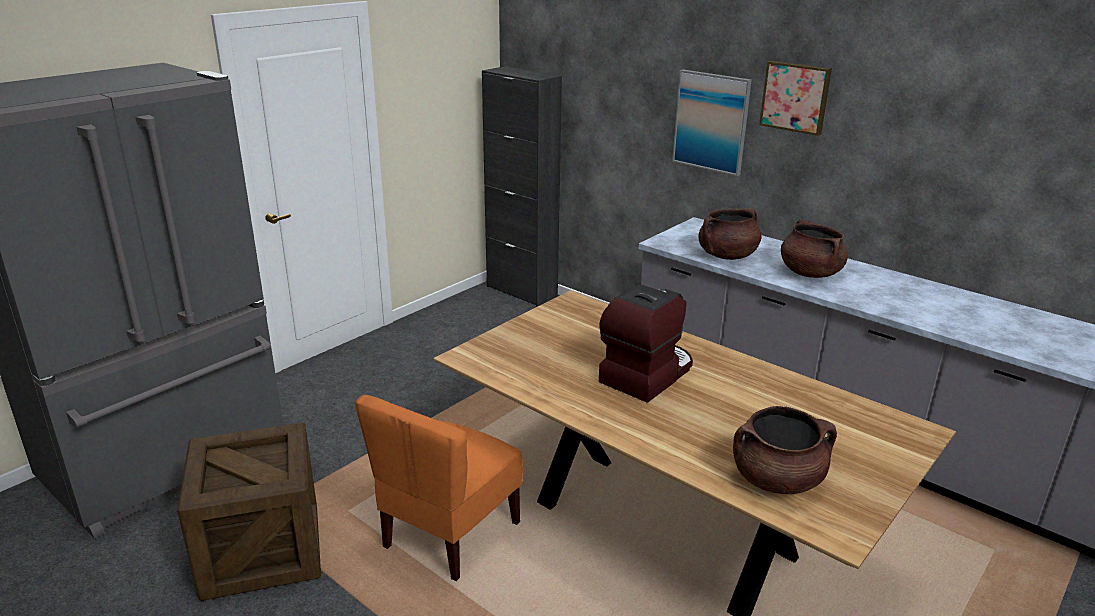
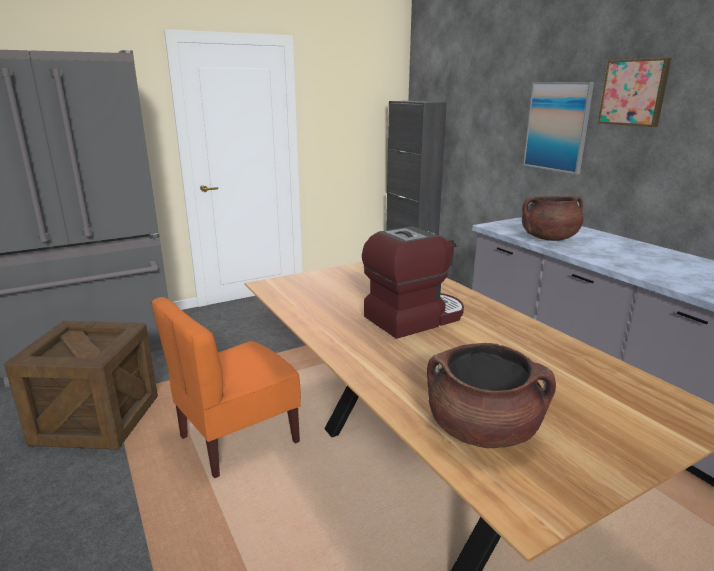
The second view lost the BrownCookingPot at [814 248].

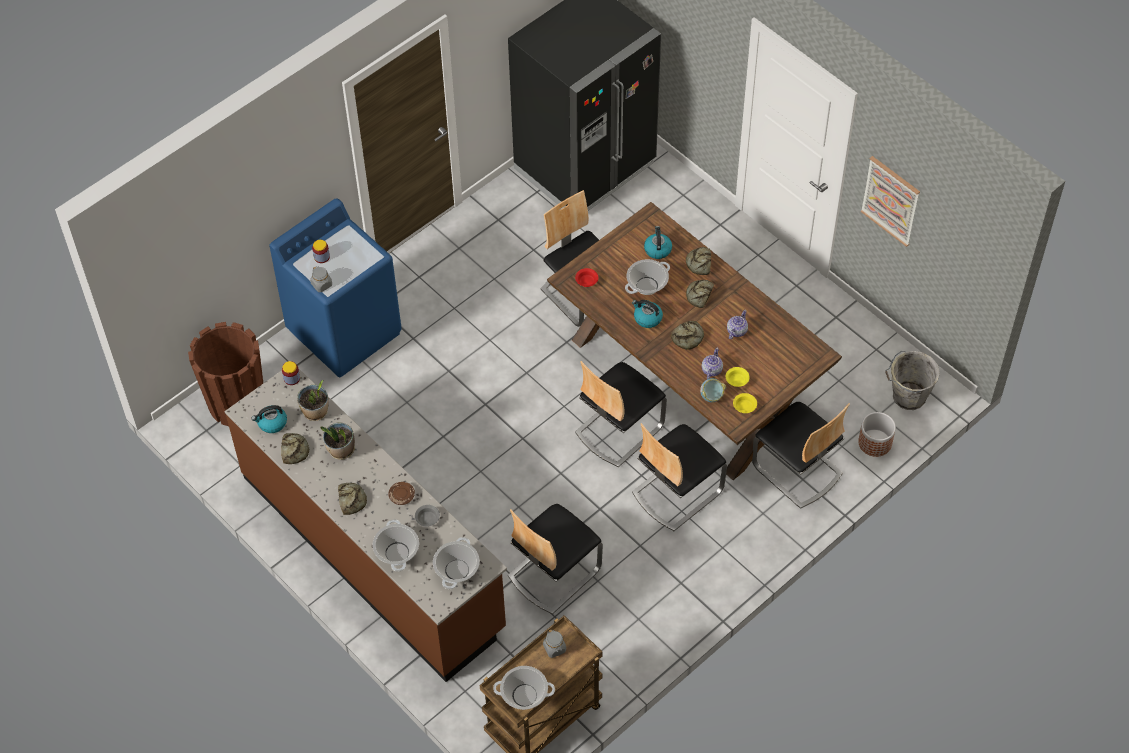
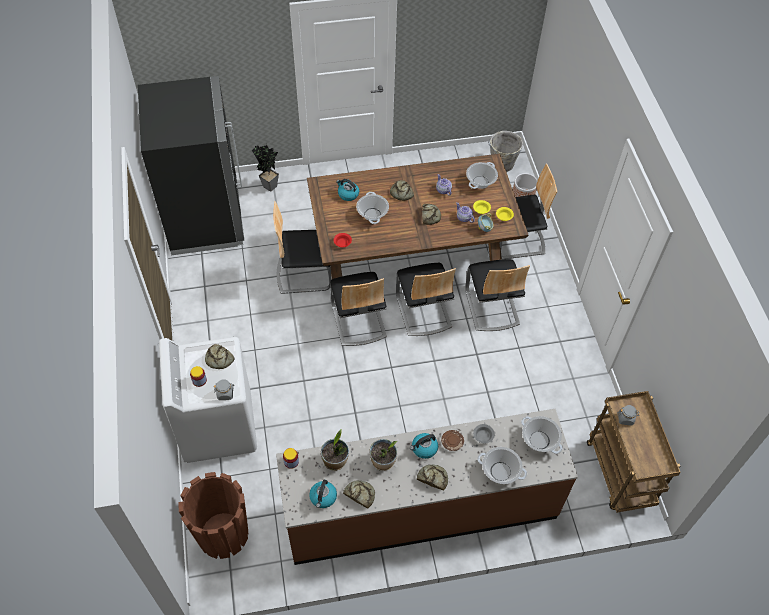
What was the BlueWashingMachine at [336 287] turned into the WhiteWashingMachine at [208 400]. The Bread ended up elsewhere, having gone from [698 261] to [220 356]. The second view gained the PottedPlant at [265 168]. The Chair ended up elsewhere, having gone from [555 559] to [358 309]. The Kettle ended up elsewhere, having gone from [647 314] to [424 446]. The CookingPot ended up elsewhere, having gone from [524 688] to [482 175]. The second view lost the Picture at [890 201].

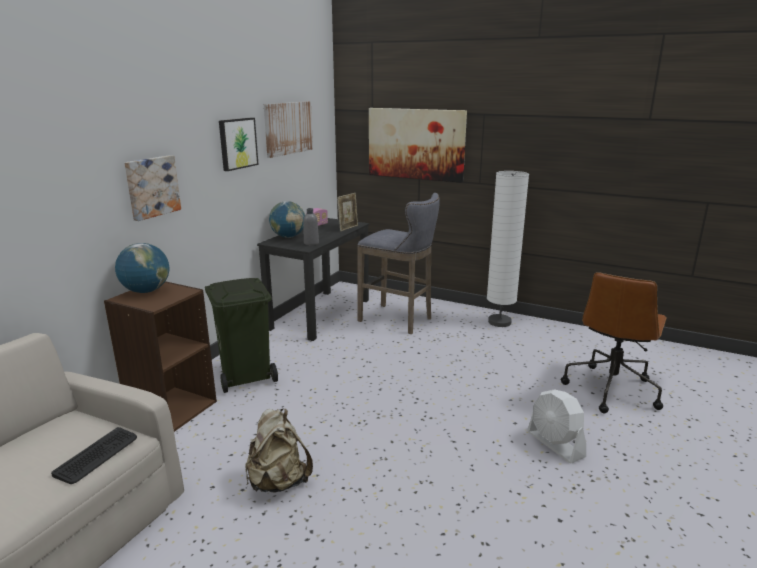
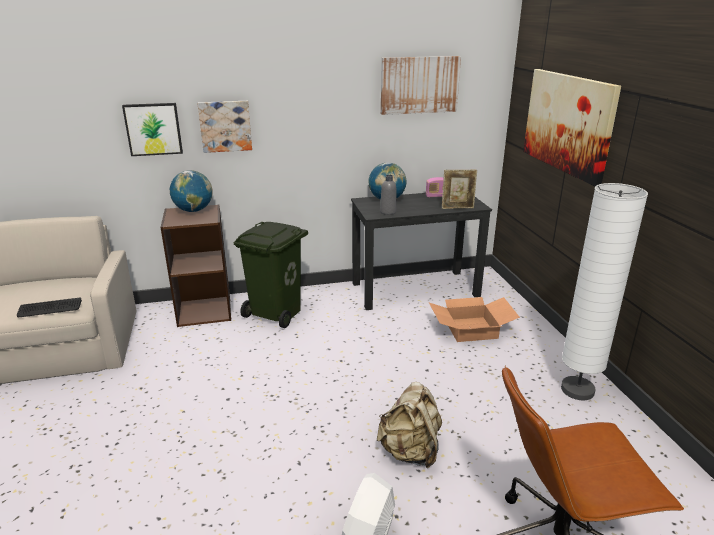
The Picture ended up elsewhere, having gone from [239 144] to [152 129]. The BeigeBackpack ended up elsewhere, having gone from [279 450] to [409 425]. Where the GreyStool stood at [398 263], the CardboardBox came to stand at [474 319].

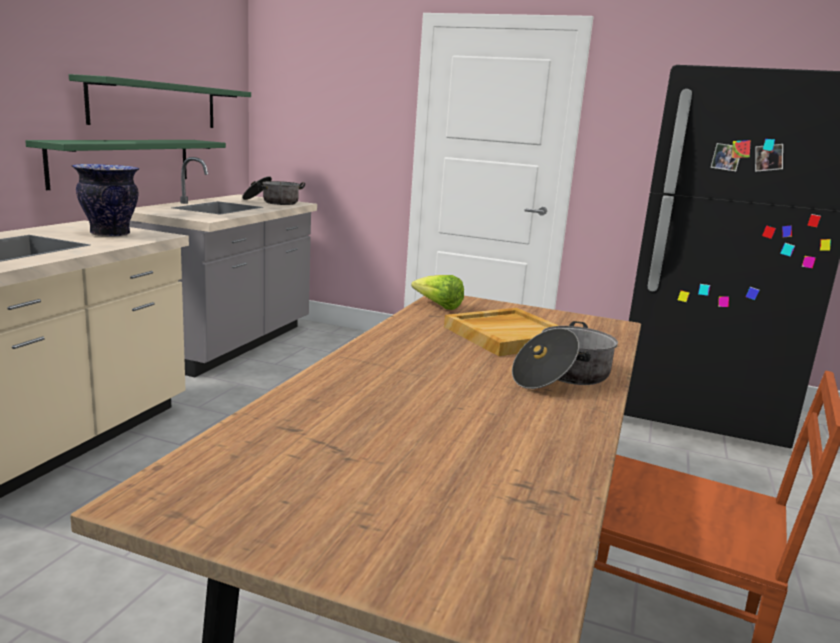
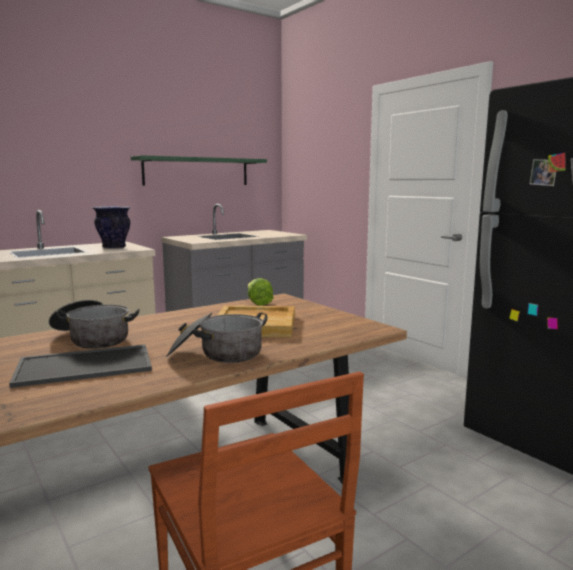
The second view gained the Tray at [80 366]. The CookingPot ended up elsewhere, having gone from [273 190] to [94 324]. The second view lost the GreenShelf at [125 165].

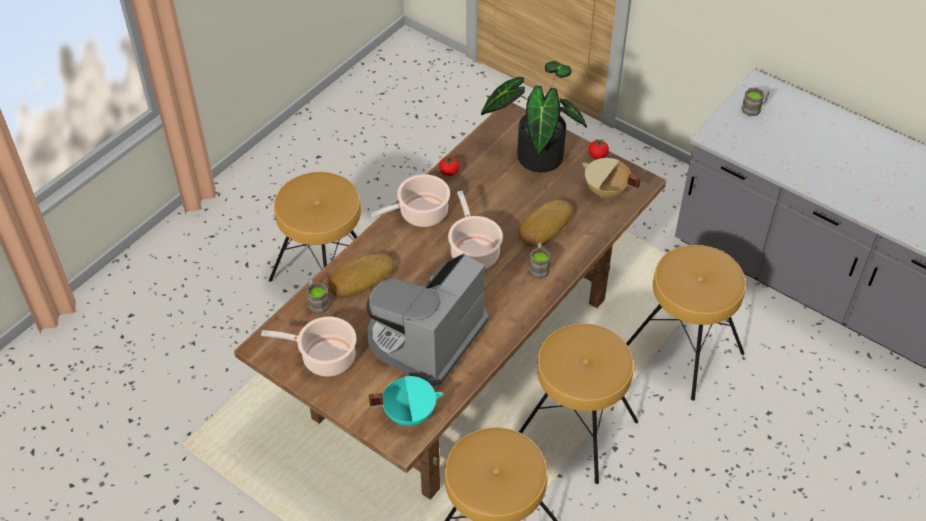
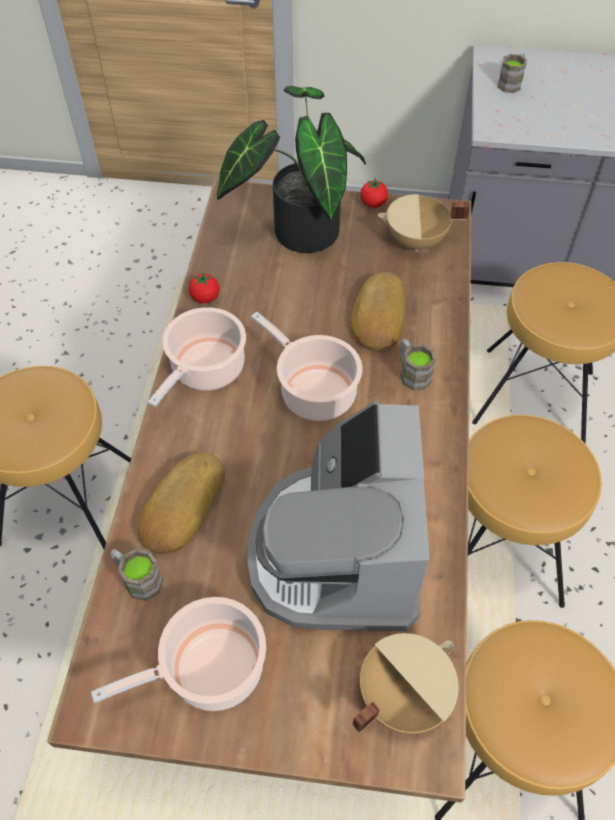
What was the TurquoiseCookingPot at [406 401] turned into the BeigeCookingPot at [405 683].

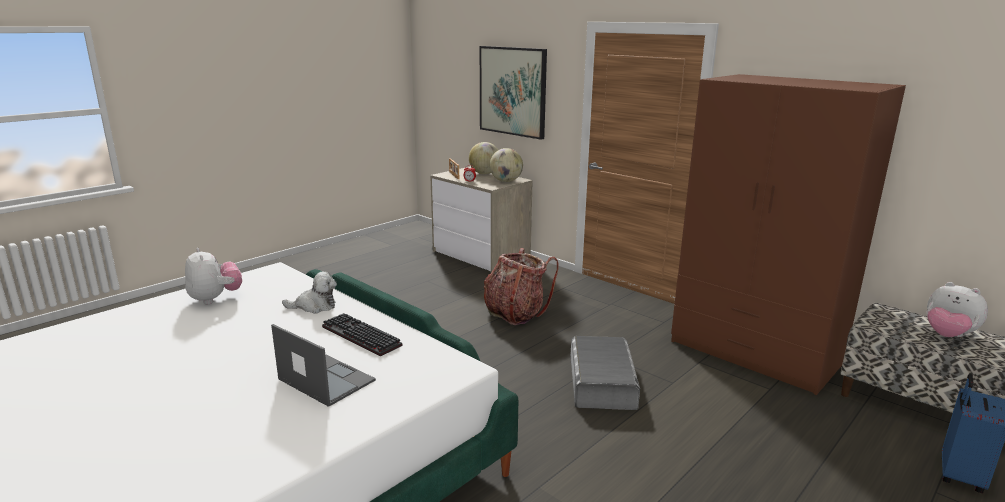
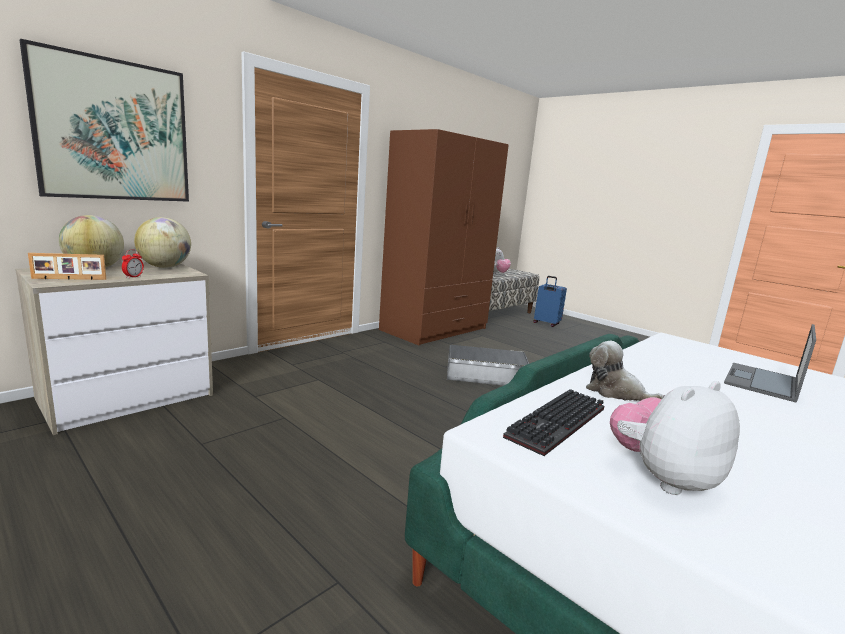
The Keyboard ended up elsewhere, having gone from [362 334] to [553 422]. The PlushToy at [309 292] ended up facing another way, 45 degrees counterclockwise from before. The second view lost the Backpack at [521 286].

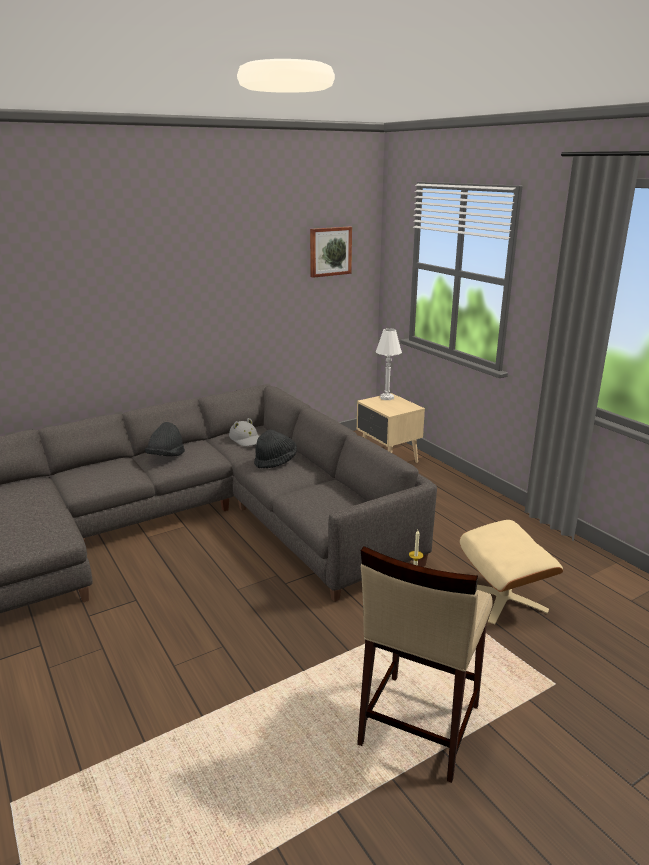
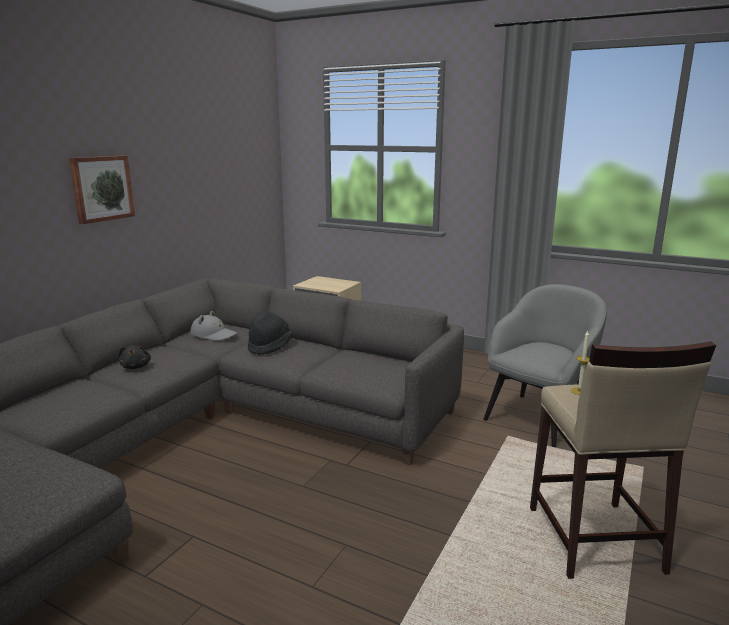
The Picture ended up elsewhere, having gone from [331 252] to [102 189]. Where the BlackHat stood at [165 439], the BlackPlushToy came to stand at [135 357]. Where the BeigeOttoman stood at [511 572], the GreyArmchair came to stand at [545 366]. The second view lost the WhiteTableLamp at [389 364].

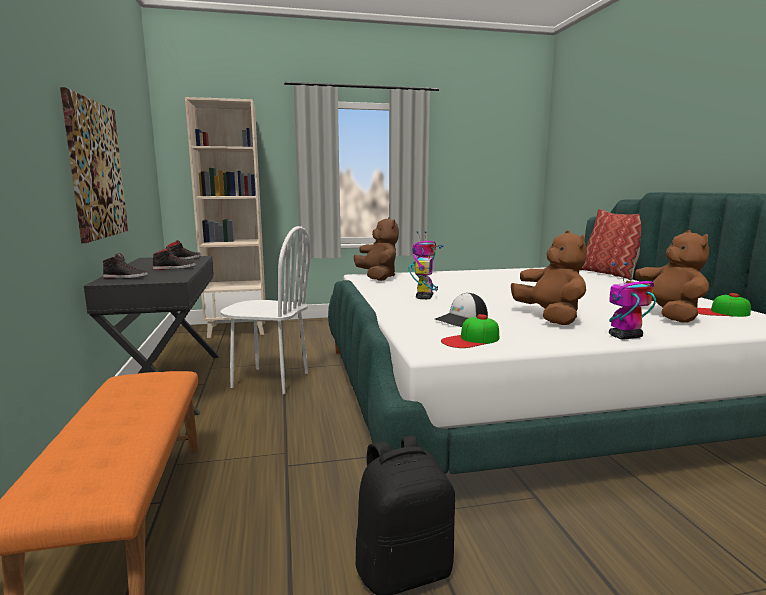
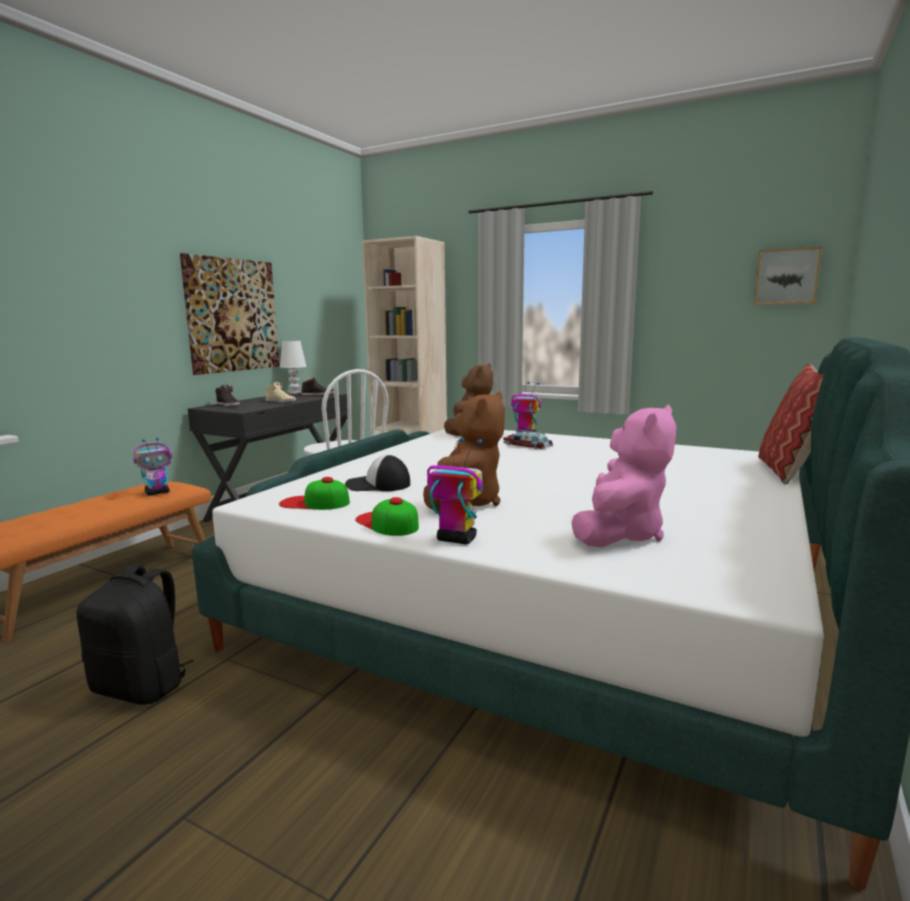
The ToyRobot ended up elsewhere, having gone from [425 272] to [153 466]. What was the BlackShoe at [174 258] turned into the BeigeShoe at [281 392]. The second view gained the WhiteTableLamp at [293 367]. The Cap ended up elsewhere, having gone from [724 305] to [387 516]. The second view gained the ToyCar at [528 439]. What was the BrownPlushToy at [667 276] turned into the PinkPlushToy at [623 476]. The second view gained the Picture at [788 275].

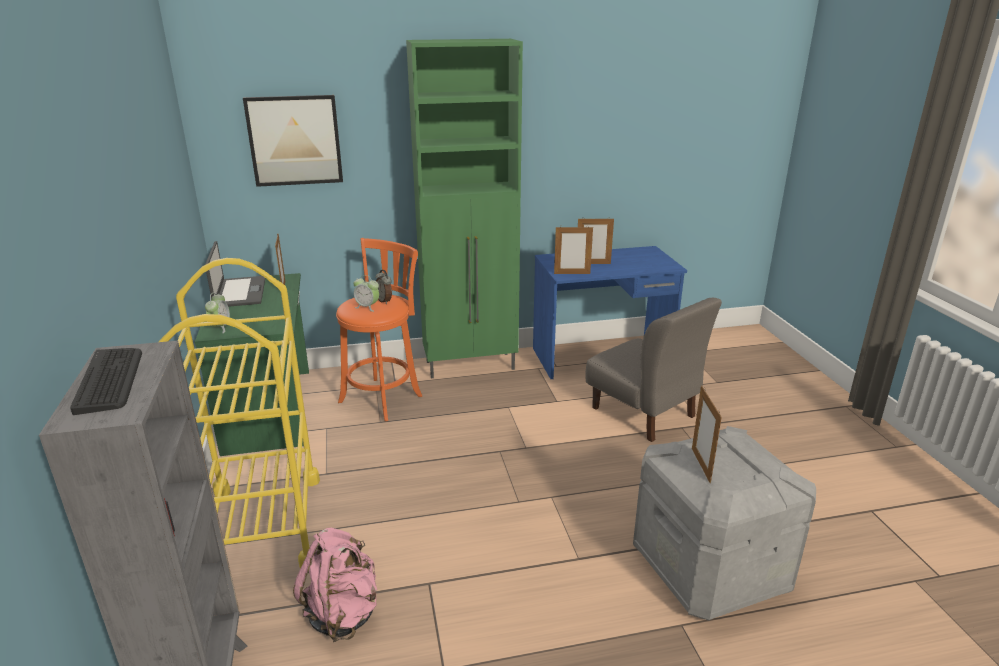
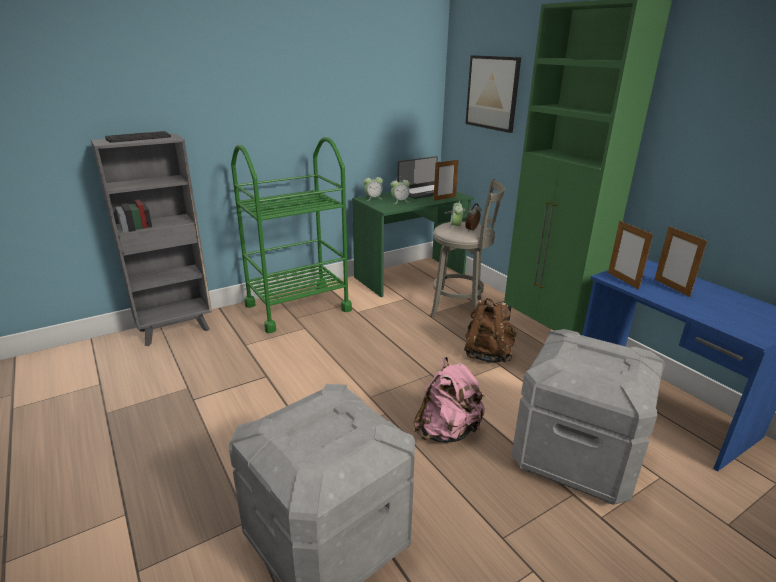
What was the YellowCart at [239 413] turned into the GreenCart at [291 235]. The second view gained the AlarmClock at [400 190]. The PinkBackpack ended up elsewhere, having gone from [335 585] to [449 400]. What was the OrangeStool at [379 329] turned into the GreyStool at [467 247]. The second view gained the BrownBackpack at [490 330]. Where the GreyChair stood at [653 370], the GreyStorageBox came to stand at [588 417]. The second view lost the PictureFrame at [707 434].

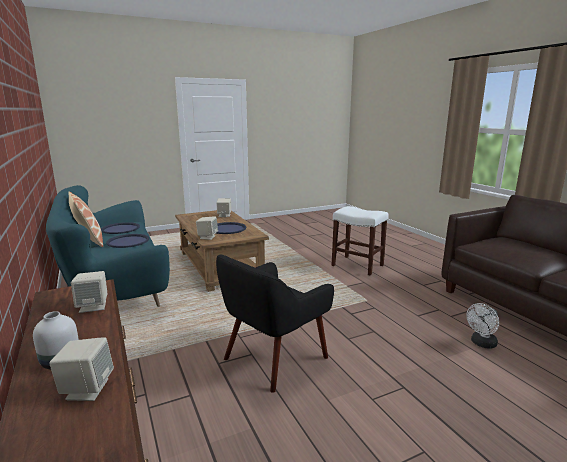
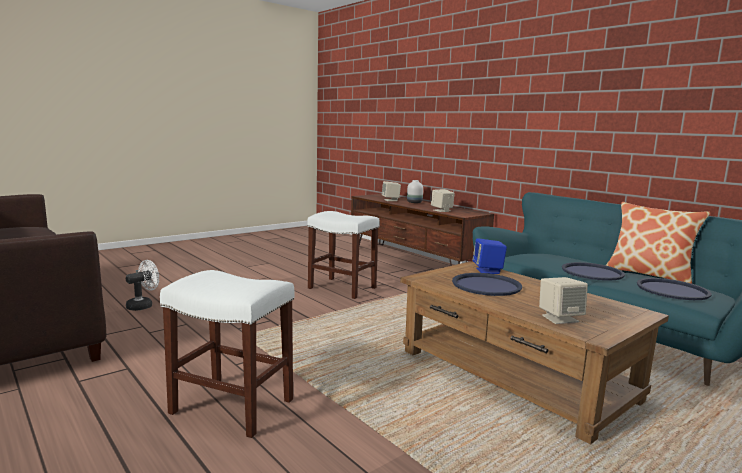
Where the BlackArmchair stood at [275 324], the WhiteStool came to stand at [343 255]. What was the BeigeSpeaker at [207 228] turned into the BlueSpeaker at [490 256].

